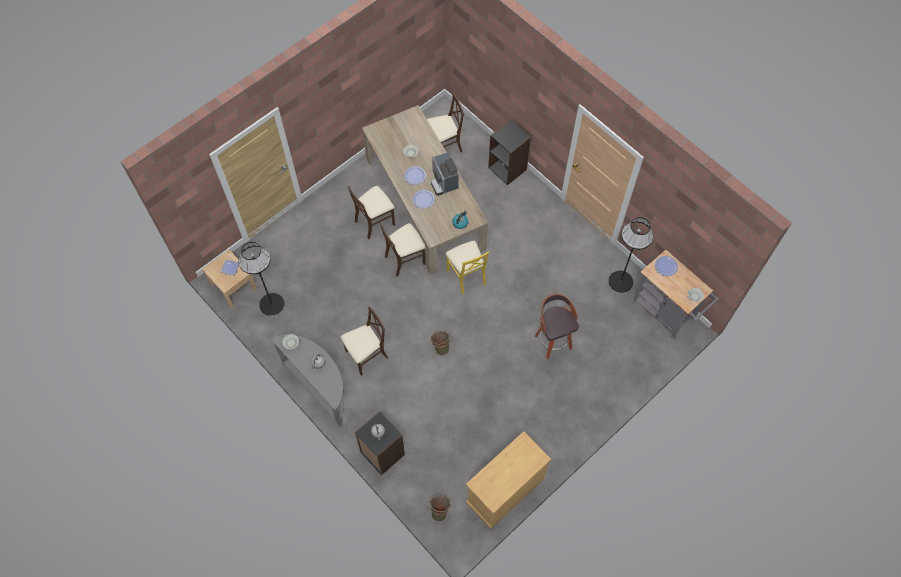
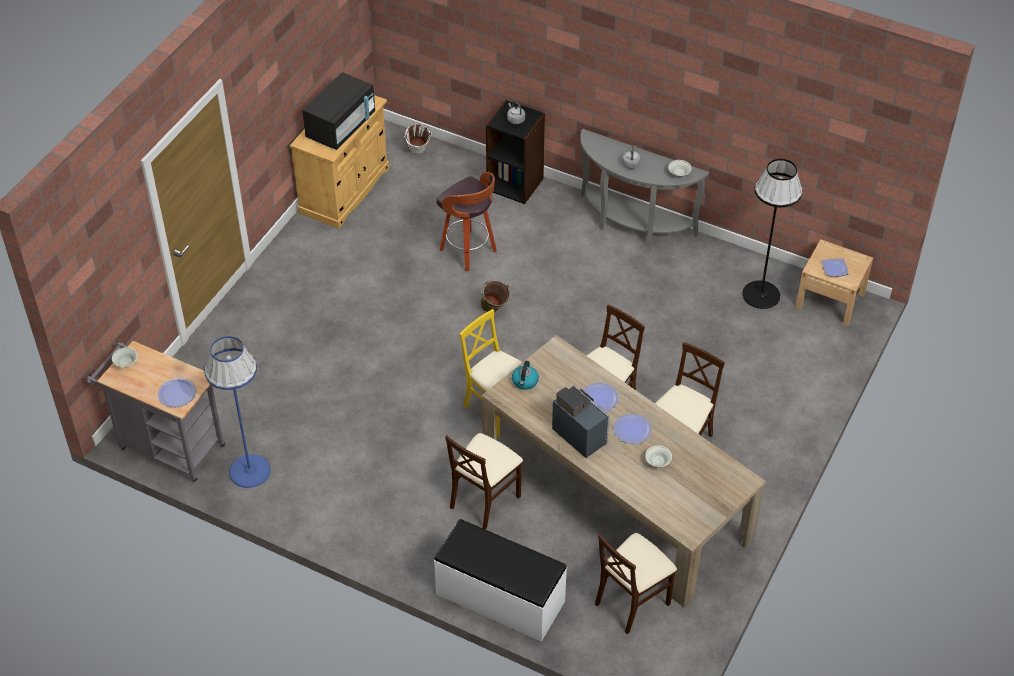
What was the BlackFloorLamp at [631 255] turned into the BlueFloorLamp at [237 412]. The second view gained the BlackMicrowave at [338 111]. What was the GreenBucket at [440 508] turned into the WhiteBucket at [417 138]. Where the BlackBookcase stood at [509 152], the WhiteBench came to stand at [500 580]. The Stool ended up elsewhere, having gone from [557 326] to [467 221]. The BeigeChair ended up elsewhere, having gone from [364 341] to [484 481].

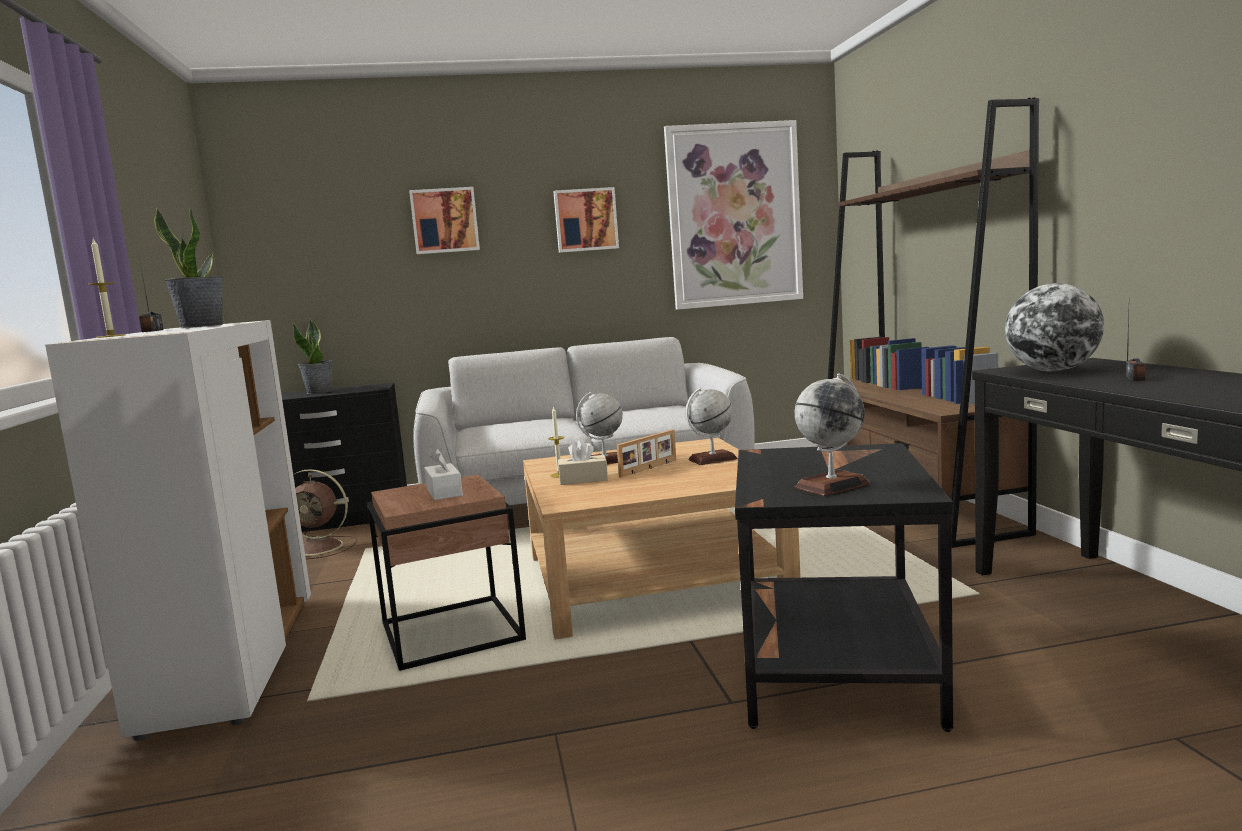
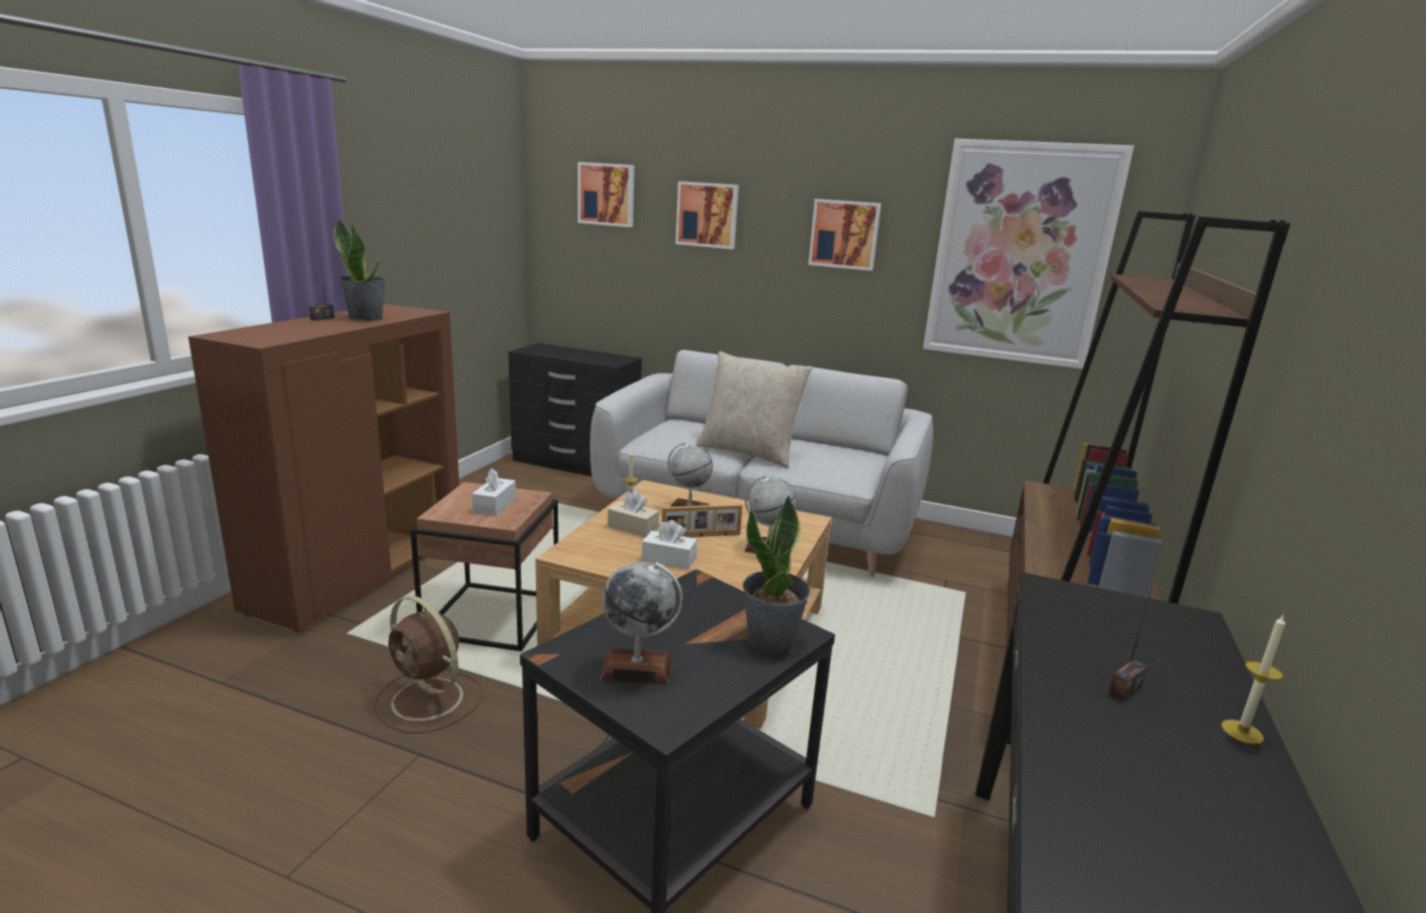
What was the WhiteCabinet at [178 530] turned into the BrownCabinet at [323 468]. The BrownFan ended up elsewhere, having gone from [325 514] to [428 664]. The second view gained the Picture at [606 194]. The second view gained the WhiteTissueBox at [669 544]. The second view gained the BeigePillow at [754 409]. The PottedPlant ended up elsewhere, having gone from [313 356] to [777 574]. The Candle ended up elsewhere, having gone from [107 288] to [1253 679]. The second view lost the Globe at [1054 327].

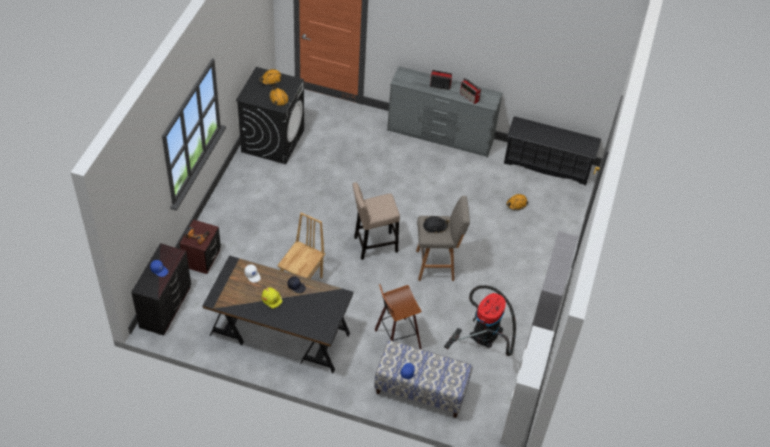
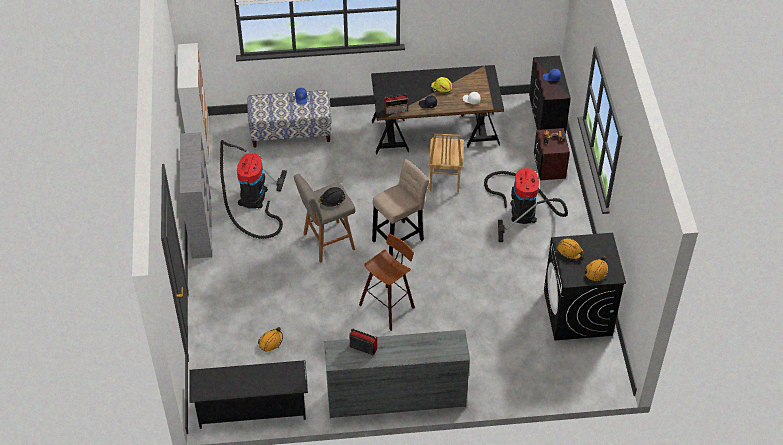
The Stool ended up elsewhere, having gone from [398 316] to [387 282]. The Radio ended up elsewhere, having gone from [441 80] to [397 104]. The second view gained the VacuumCleaner at [526 205].

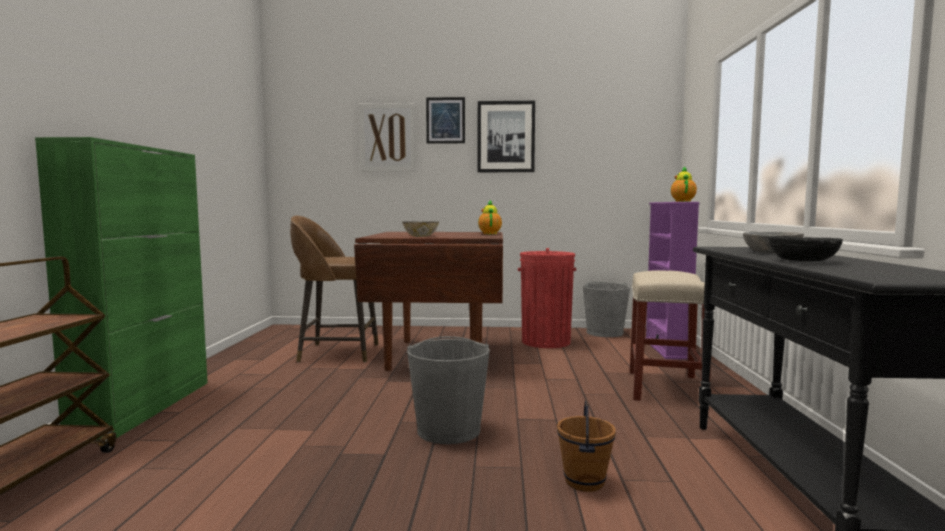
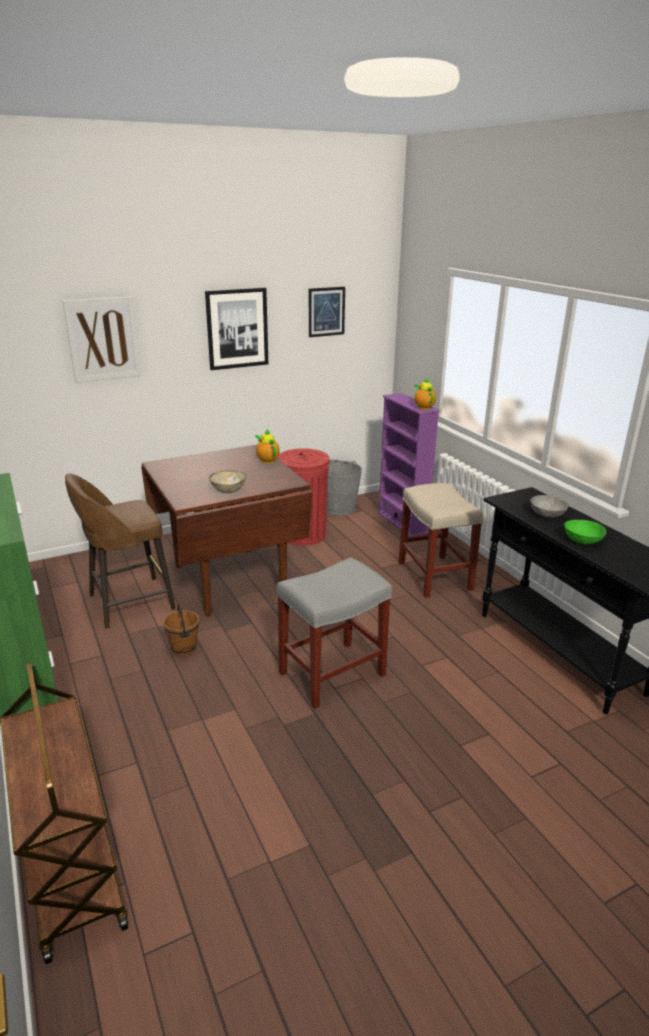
The BrownBucket ended up elsewhere, having gone from [586 446] to [181 630]. Where the GreyBucket stood at [448 390], the GreyStool came to stand at [334 633]. The Picture ended up elsewhere, having gone from [445 120] to [327 312]. What was the BlackBowl at [805 248] turned into the GreenBowl at [585 532].

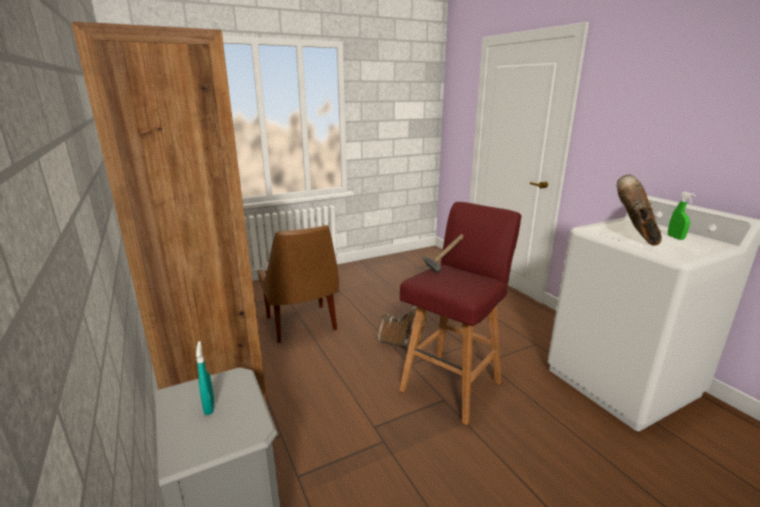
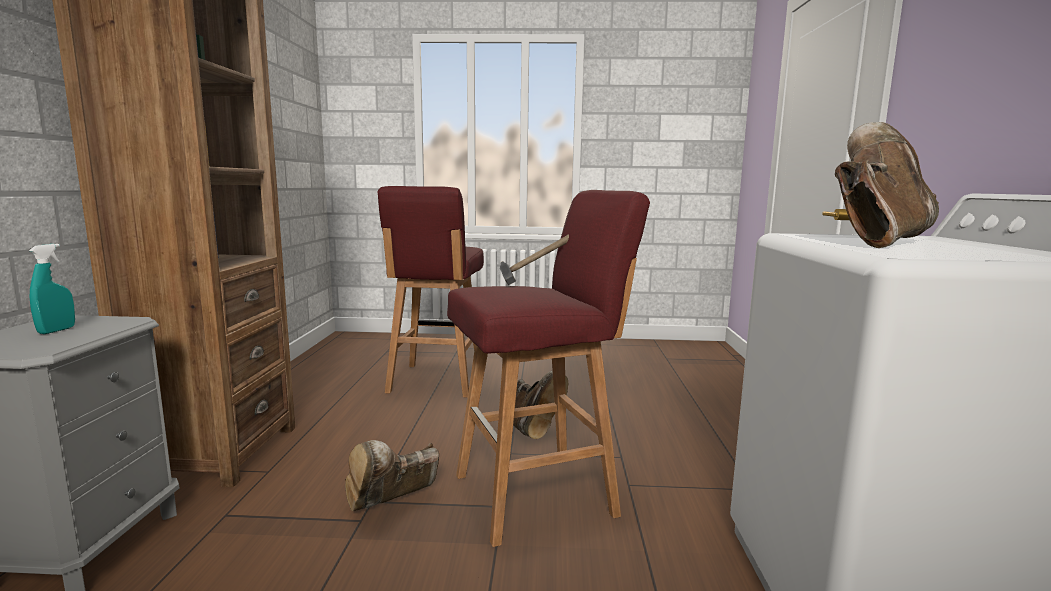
The second view gained the BrownBoot at [392 475]. Where the BrownChair stood at [298 284], the RedStool came to stand at [430 292]. The second view lost the GreenSprayBottle at [681 216].

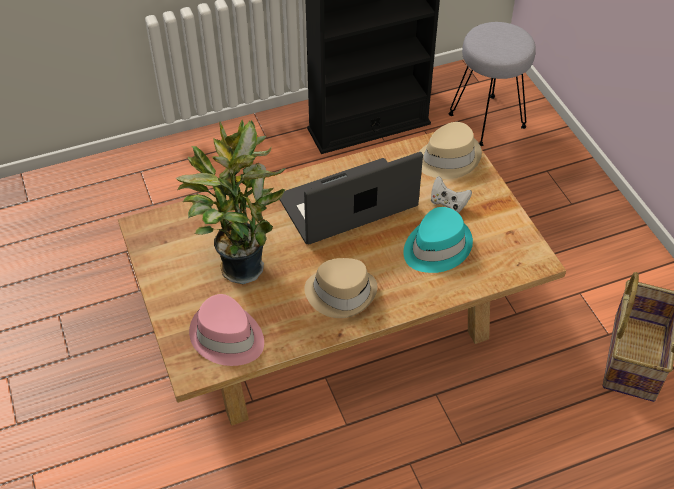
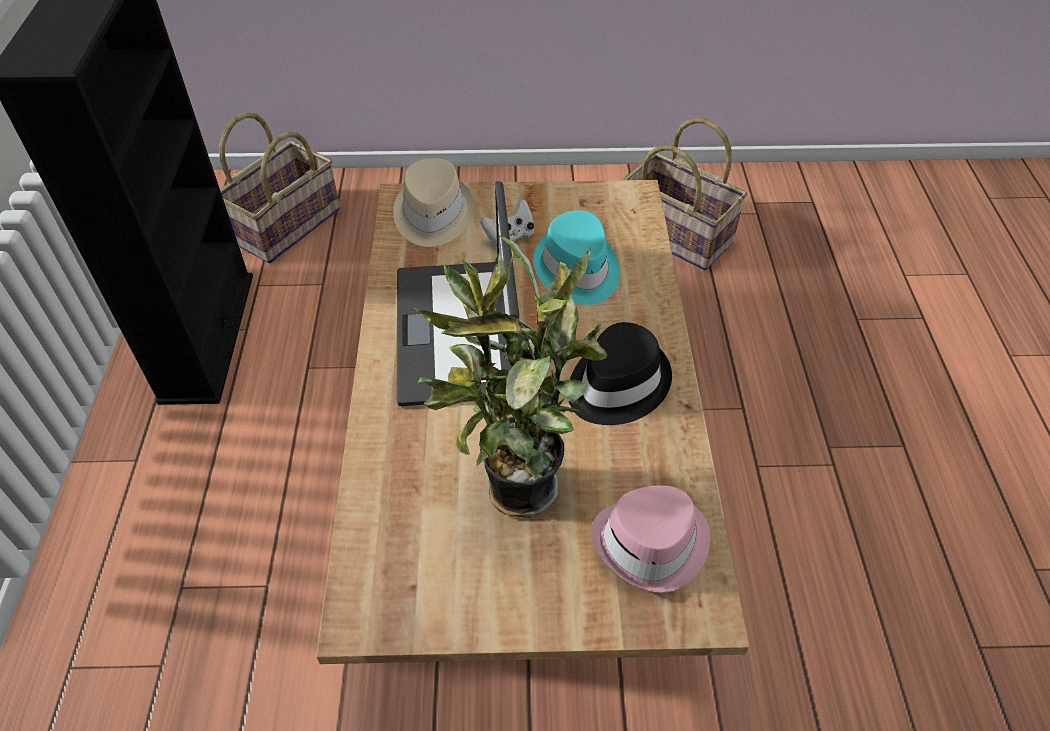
Where the GreyStool stood at [492 84], the Basket came to stand at [279 187]. What was the BeigeHat at [341 288] turned into the BlackHat at [620 373].

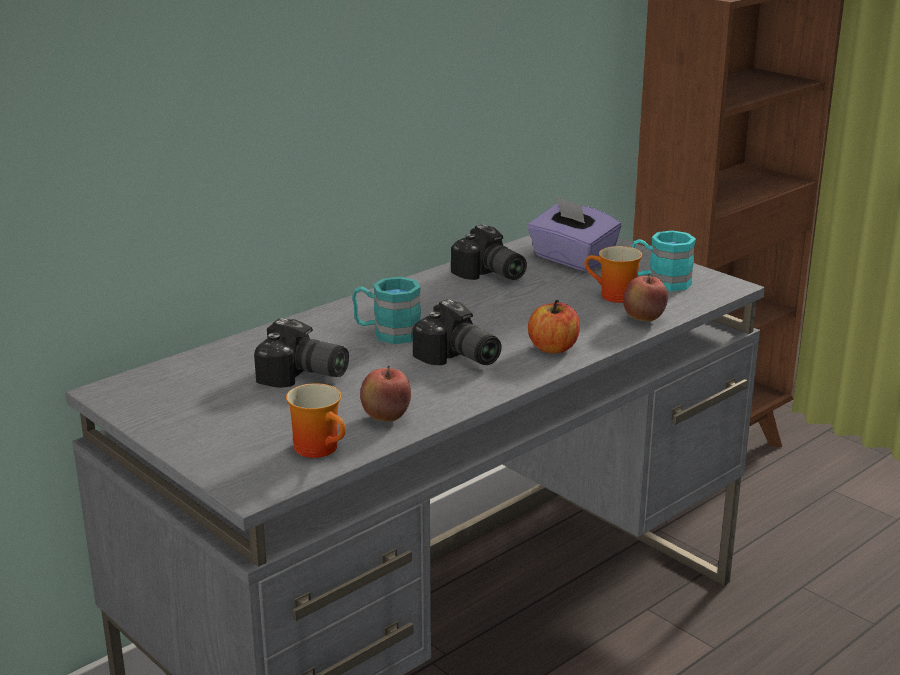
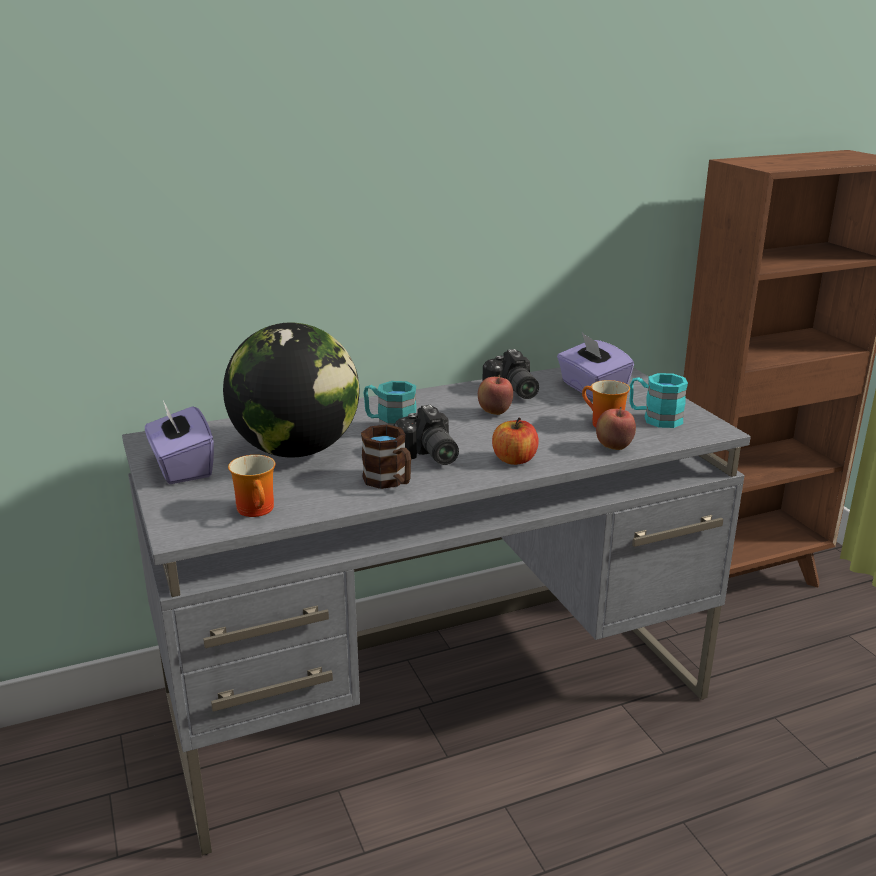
The second view gained the PurpleTissueBox at [179 442]. Where the PhotoCamera stood at [301 353], the Globe came to stand at [291 390]. The second view gained the BrownMug at [386 456]. The Apple ended up elsewhere, having gone from [385 393] to [495 395].

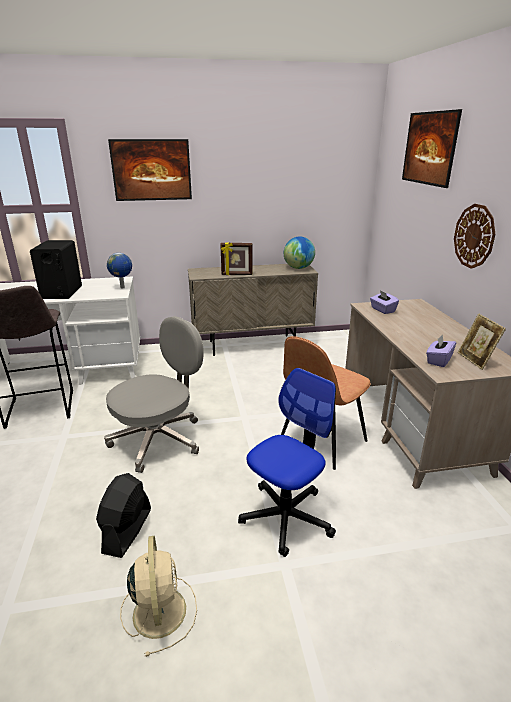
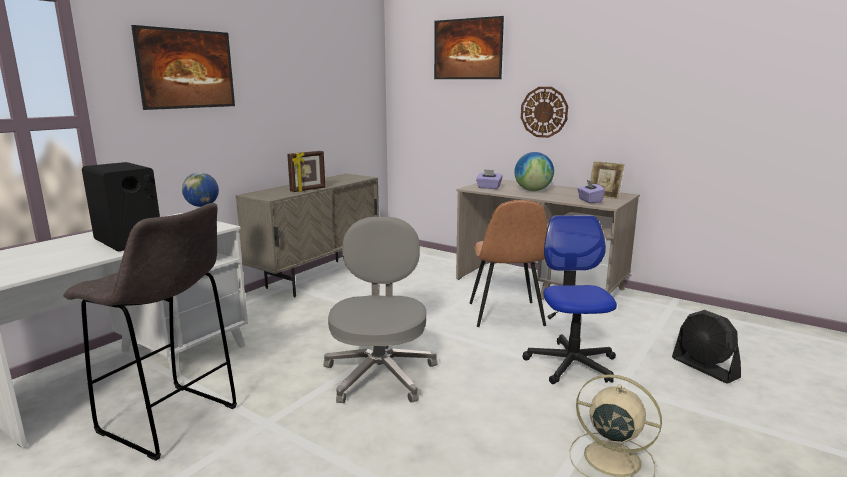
The Globe ended up elsewhere, having gone from [299 253] to [534 171]. The BlackFan ended up elsewhere, having gone from [123 515] to [706 347].

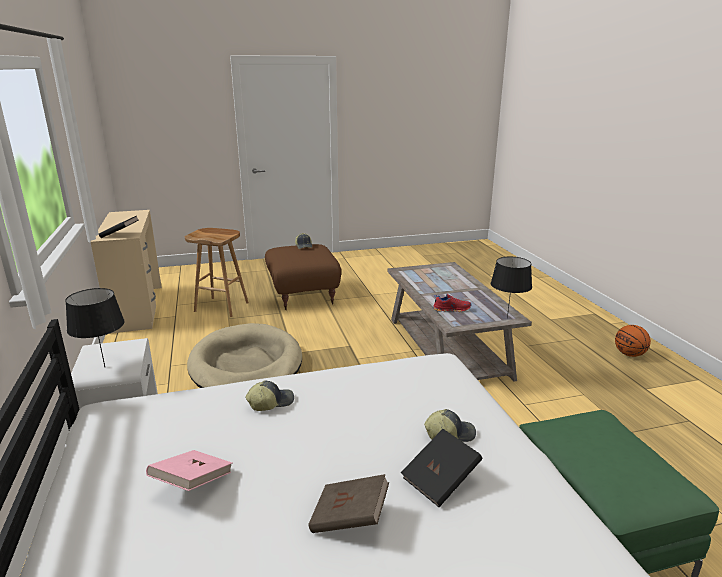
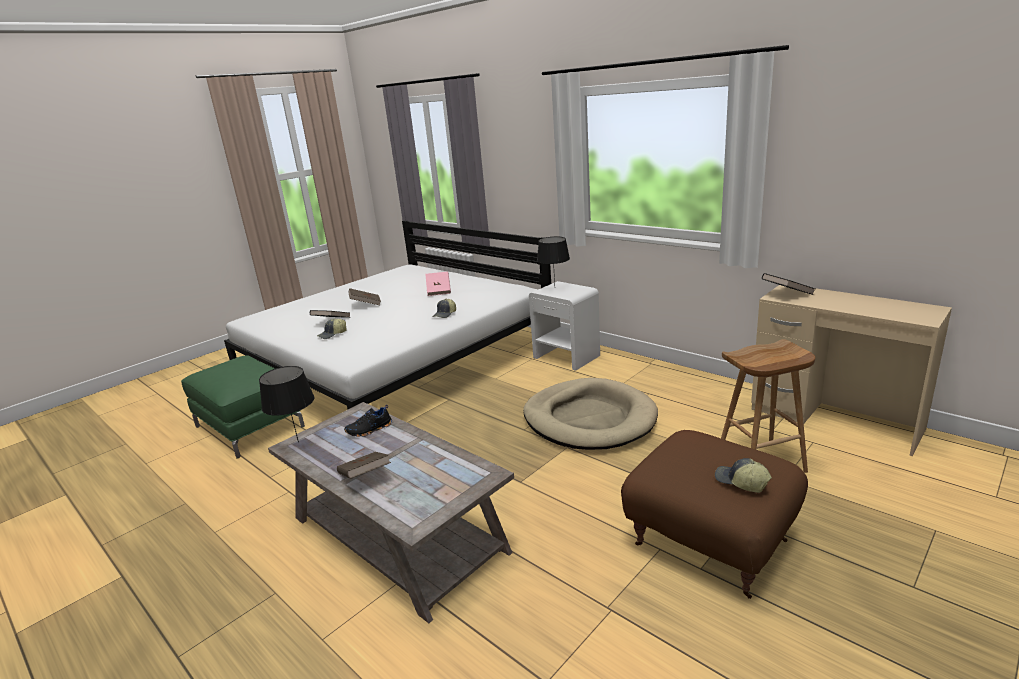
The second view gained the BrownBook at [364 465]. What was the RedShoe at [452 303] turned into the BlackShoe at [368 421]. The second view lost the Basketball at [633 341].

